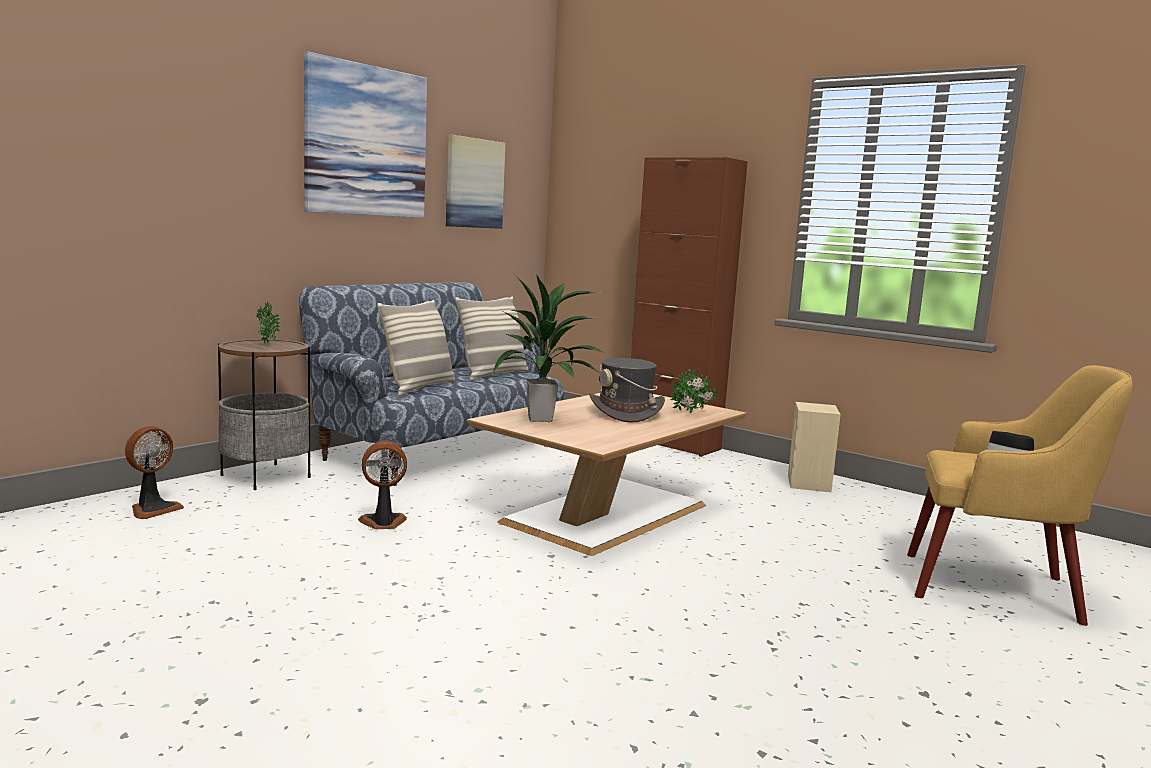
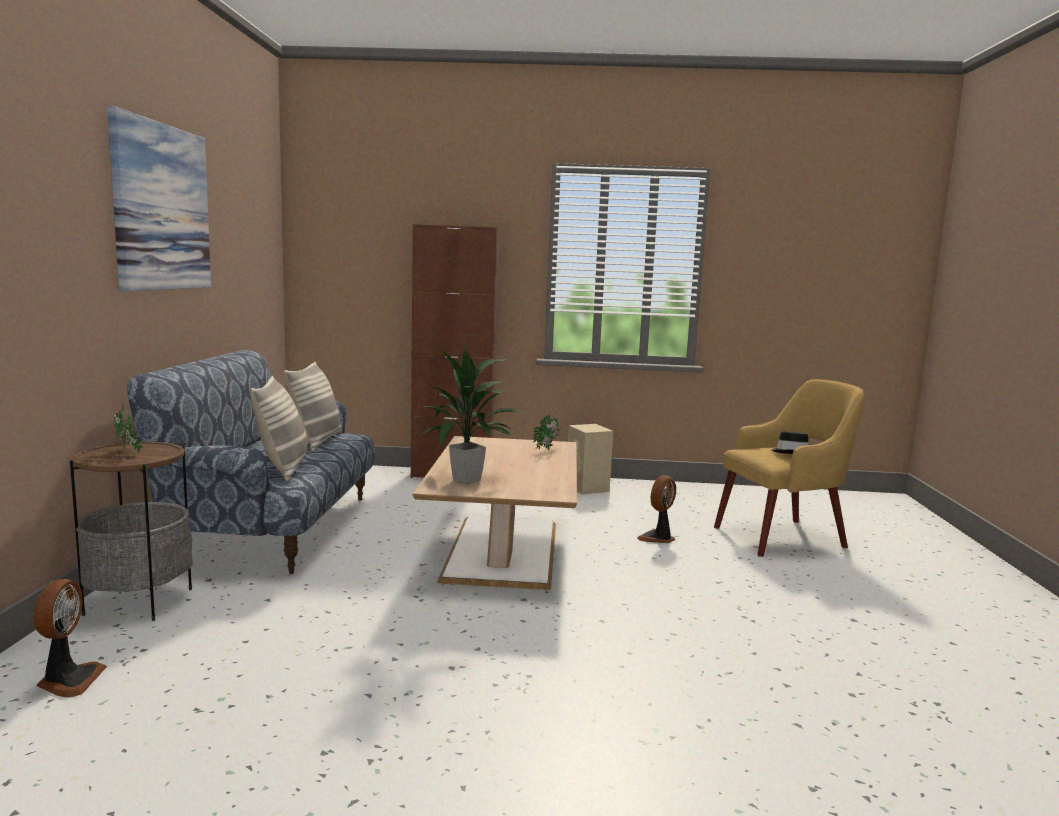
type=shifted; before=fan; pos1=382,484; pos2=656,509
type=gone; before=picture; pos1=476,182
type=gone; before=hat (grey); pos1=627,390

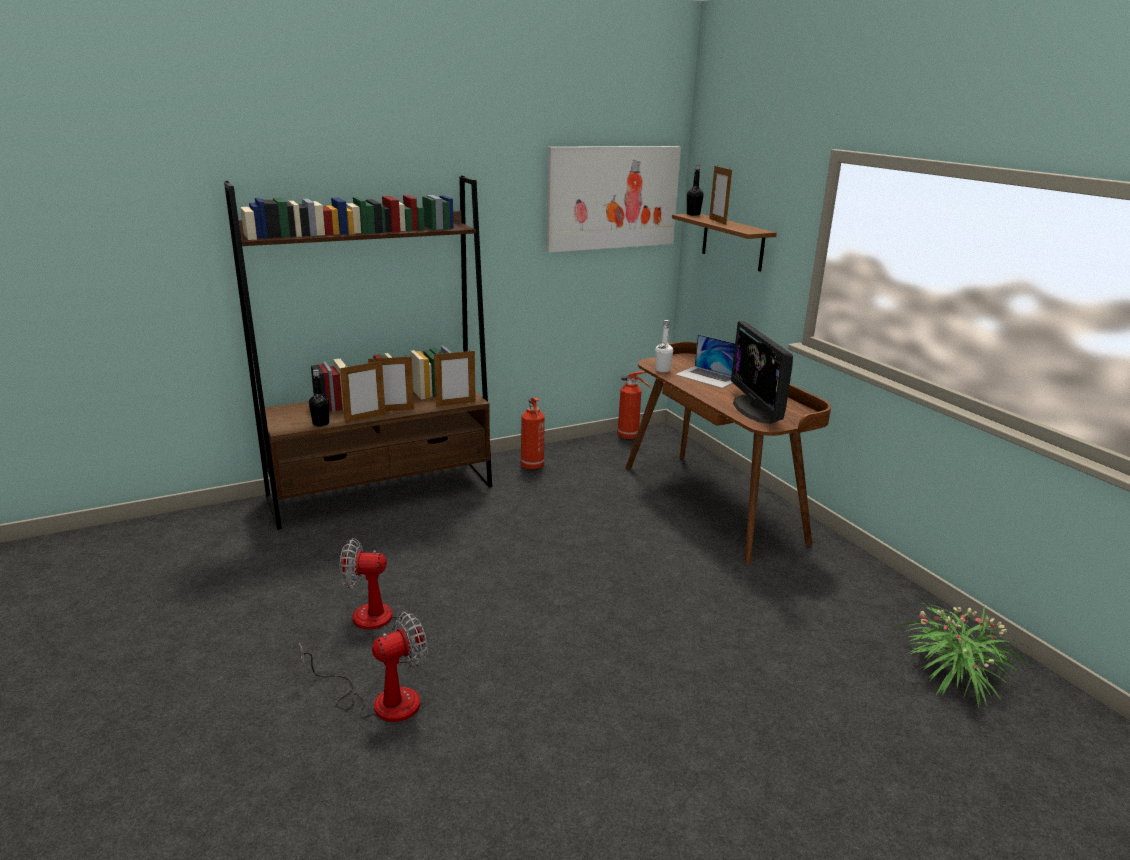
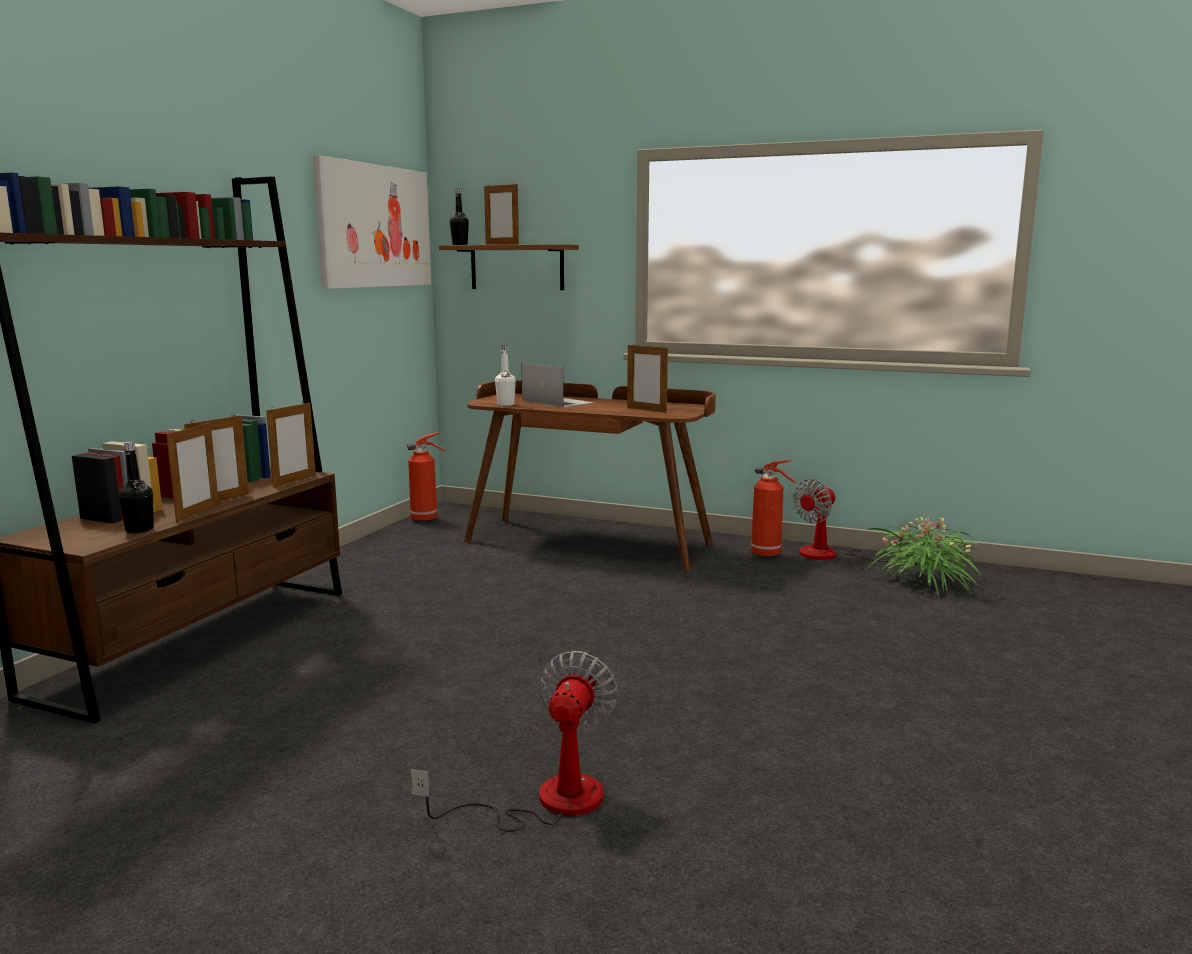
type=rotated; before=laptop; pos1=705,361; pos2=557,385; turn=-135
type=swapped; before=monitor; after=picture frame; pos1=762,372; pos2=647,378
type=shifted; before=fire extinguisher; pos1=533,434; pos2=773,509
type=shifted; before=fan; pos1=379,600; pos2=851,520

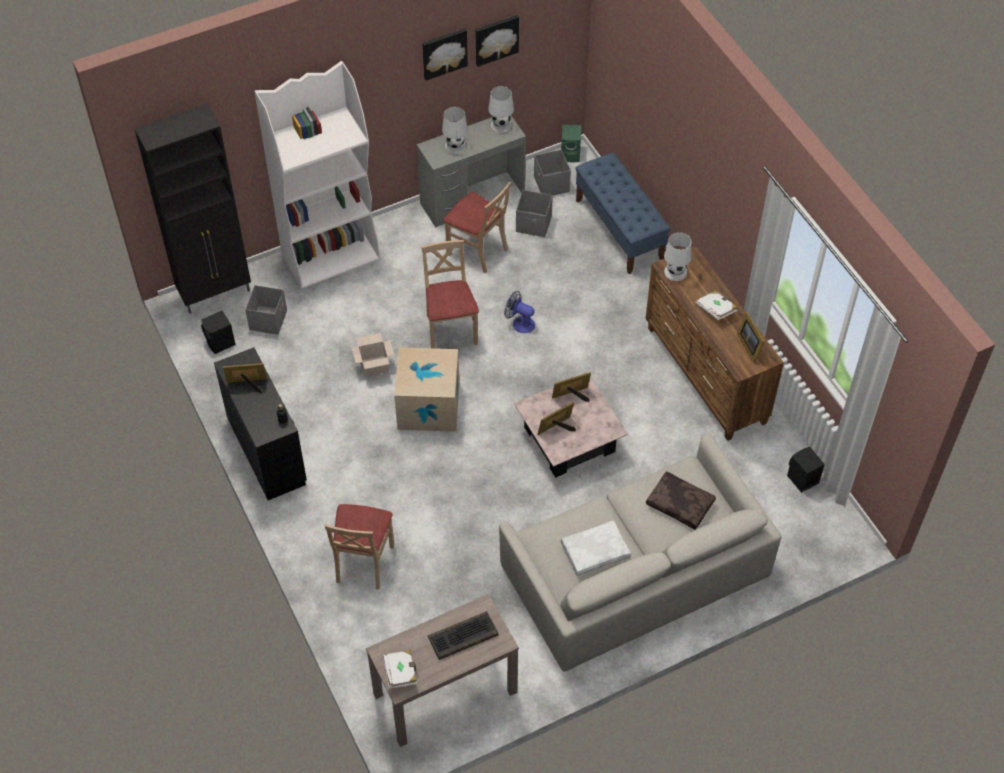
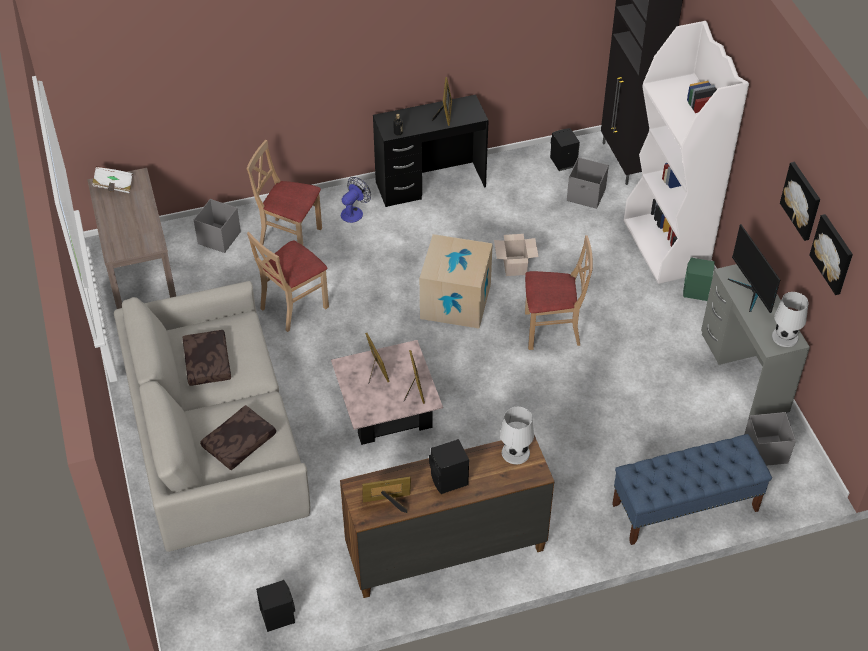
type=repainted; before=pillow (white); after=pillow (brown); pos1=596,548; pos2=207,358
type=shifted; before=storage box (grey); pos1=534,213; pos2=217,226
type=shifted; before=chair (beige); pos1=477,227; pos2=288,282
type=shifted; before=fan; pos1=519,312; pos2=356,200
type=swapped; before=book (white); after=speaker (black); pos1=716,305; pos2=449,466
type=shifted; before=speaker (green); pos1=571,143; pos2=699,279
type=swapped; before=table lamp (white); after=monitor; pos1=455,130; pos2=753,268
type=gone; before=keyboard; pos1=463,635

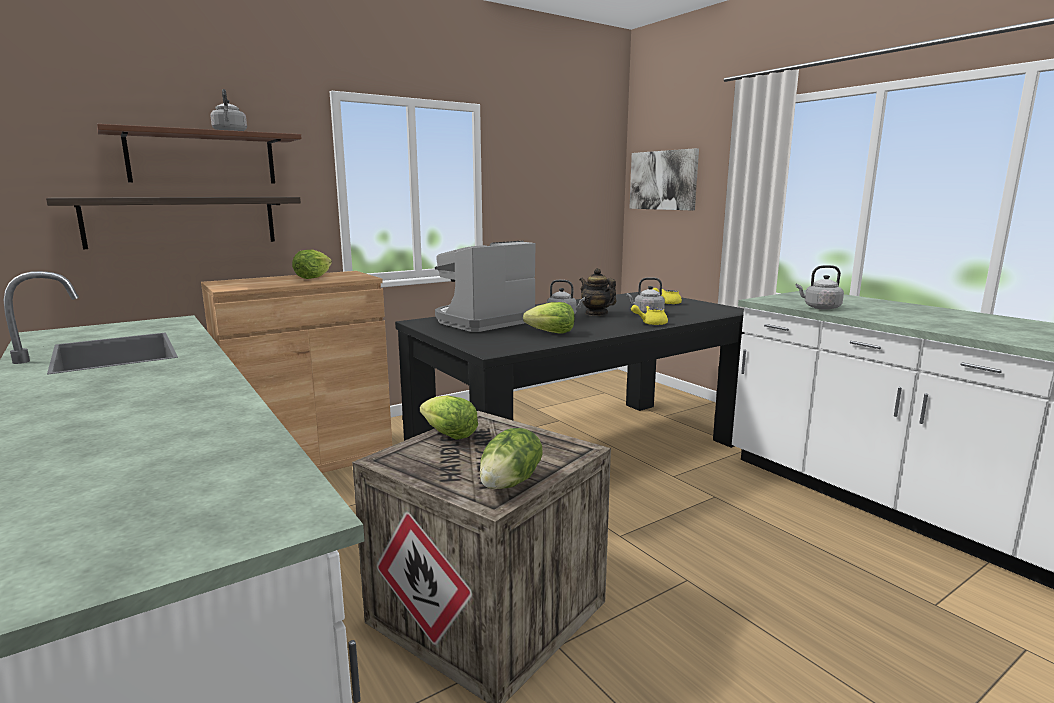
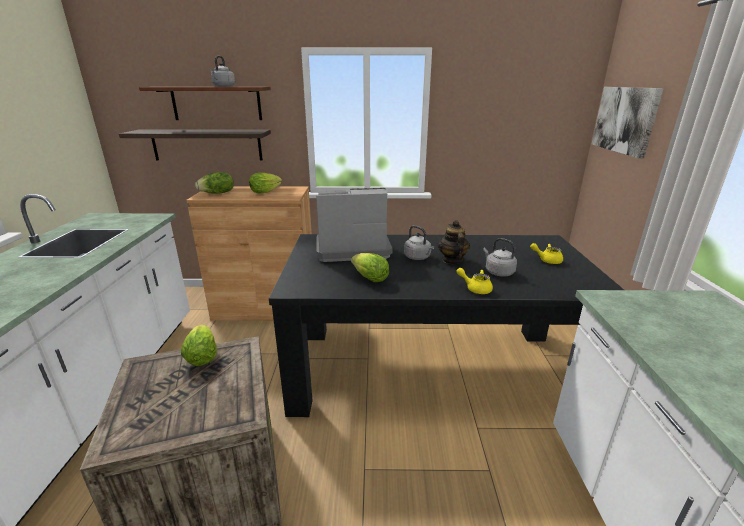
type=shifted; before=lettuce; pos1=511,458; pos2=214,182
type=gone; before=kettle (grey); pos1=820,287

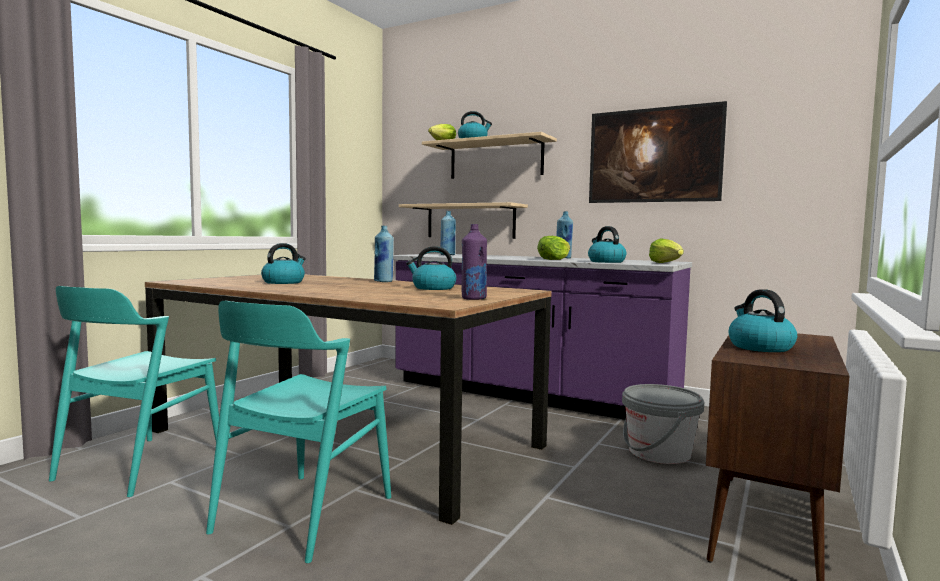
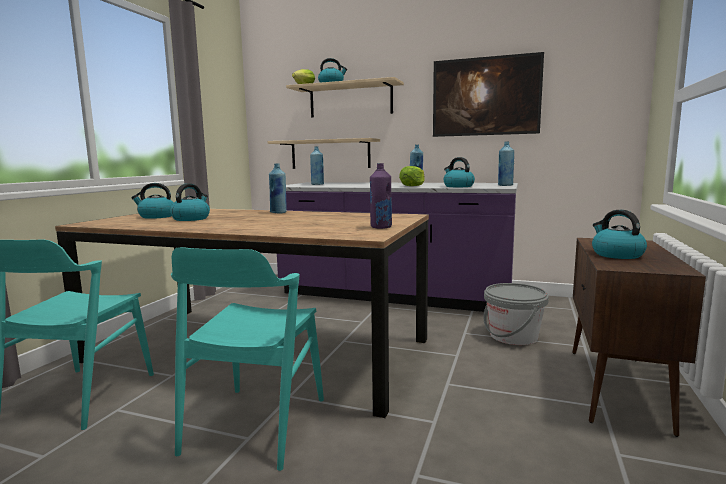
type=shifted; before=kettle; pos1=431,268; pos2=152,201
type=swapped; before=lettuce; after=bottle (blue); pos1=666,250; pos2=506,163

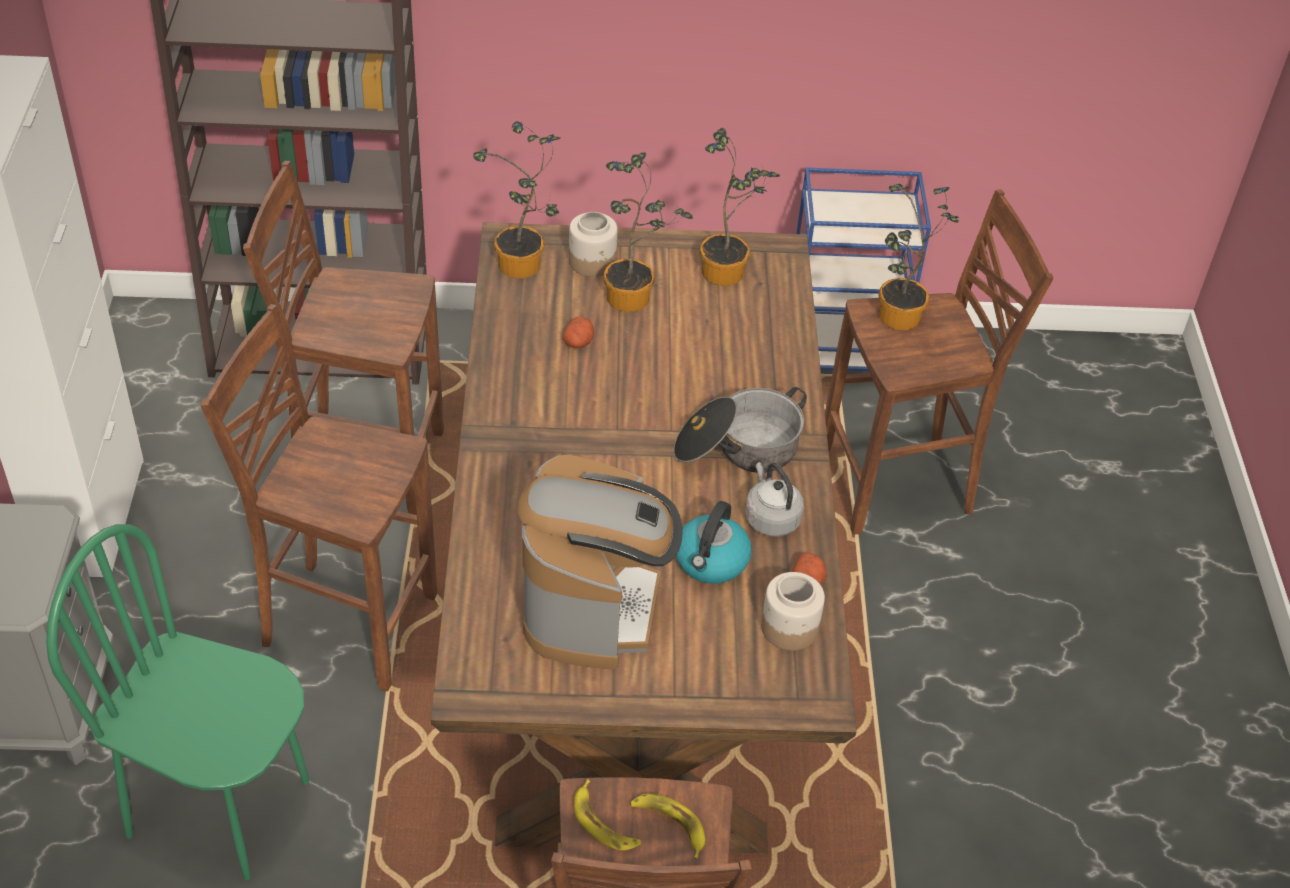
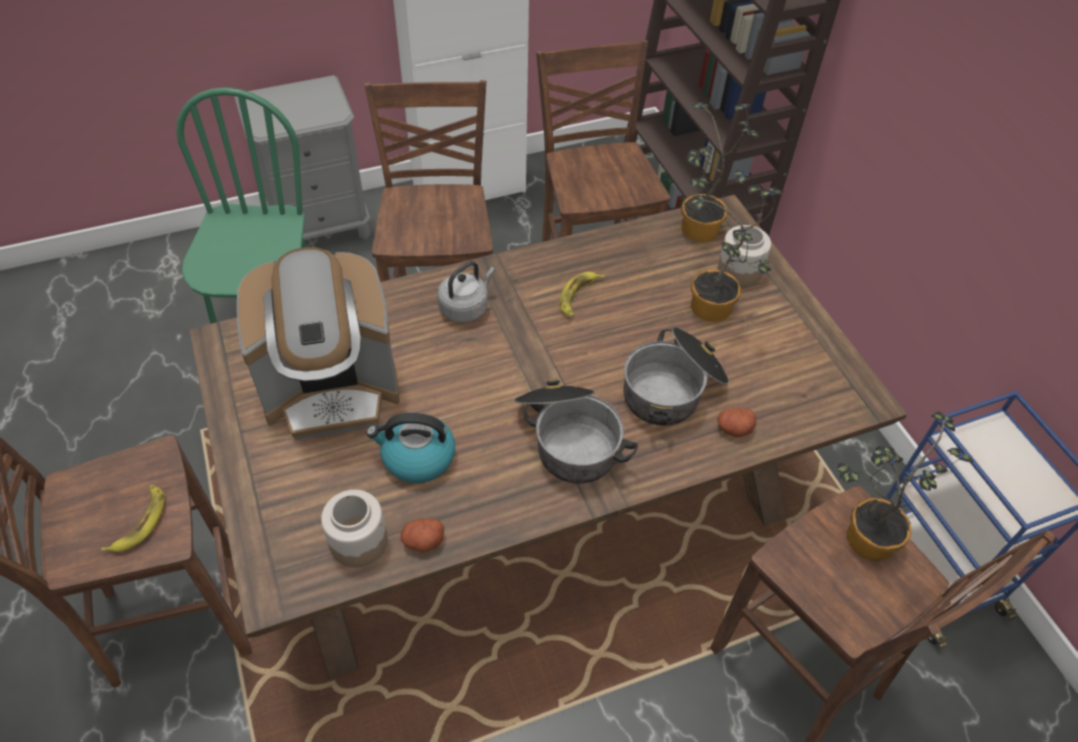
type=shifted; before=kettle (grey); pos1=774,499; pos2=466,291
type=shifted; before=banana; pos1=607,814; pos2=582,294
type=new; after=cooking pot; pos2=676,376
type=shifted; before=potato; pos1=578,332; pos2=737,422
type=gone; before=potted plant; pos1=740,207

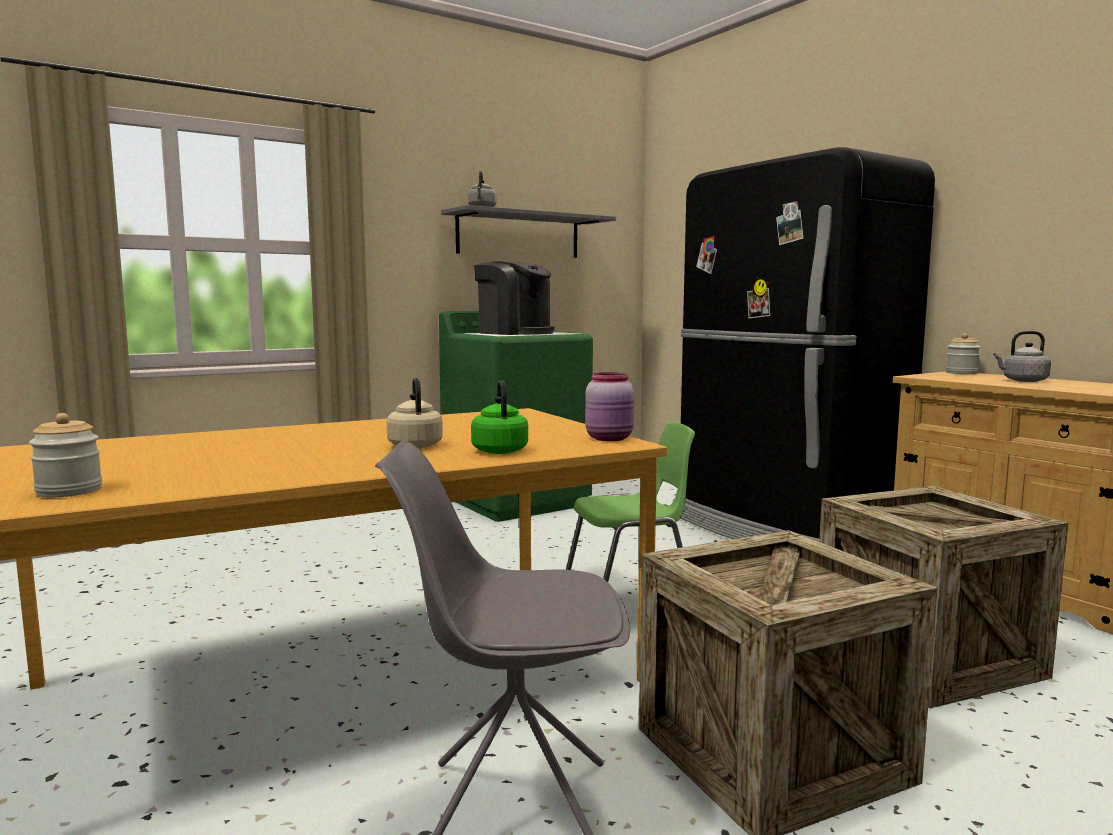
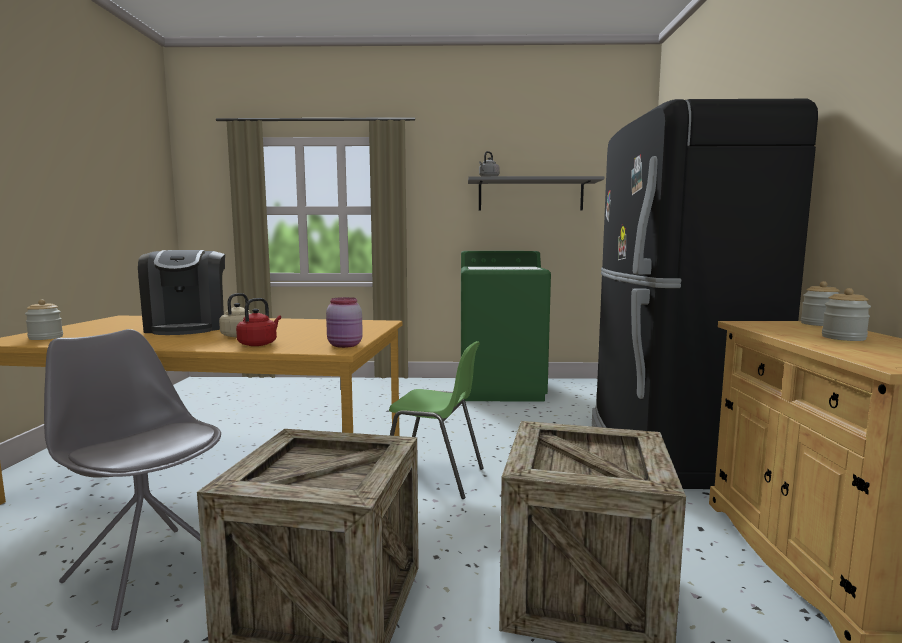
type=shifted; before=coffee machine; pos1=514,298; pos2=181,292
type=repainted; before=kettle (green); after=kettle (red); pos1=499,417; pos2=258,322
type=swapped; before=kettle (grey); after=jar; pos1=1022,356; pos2=846,314

